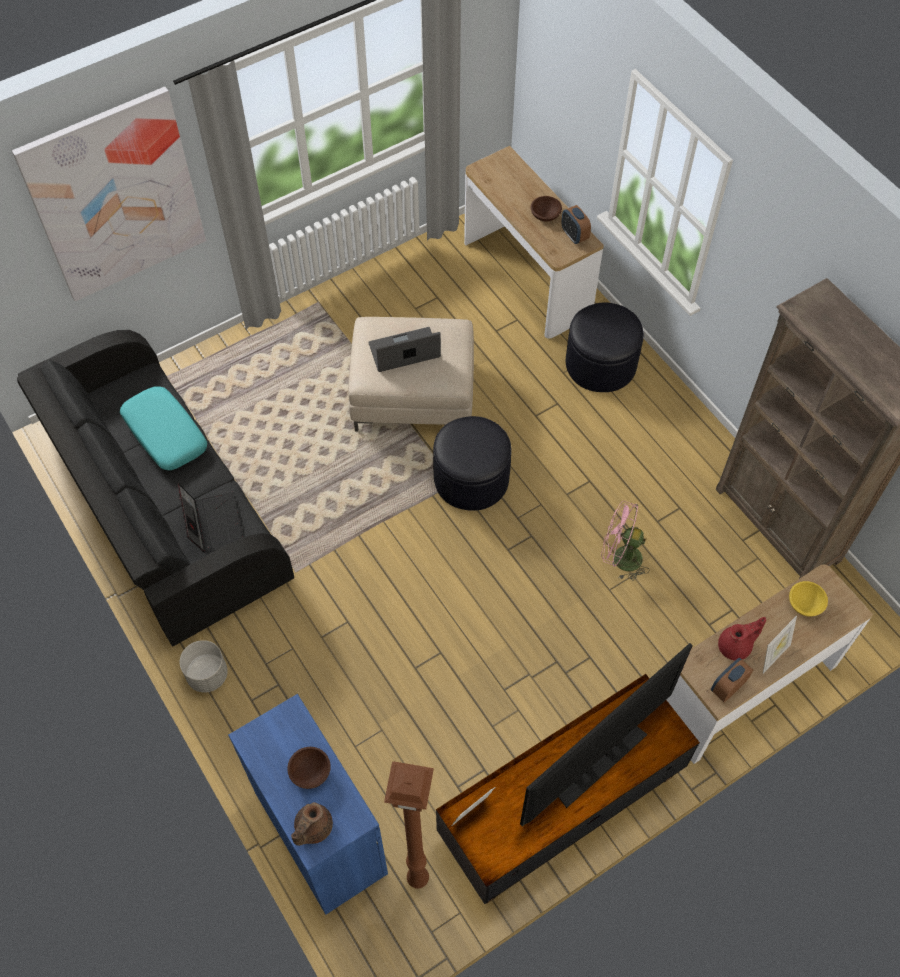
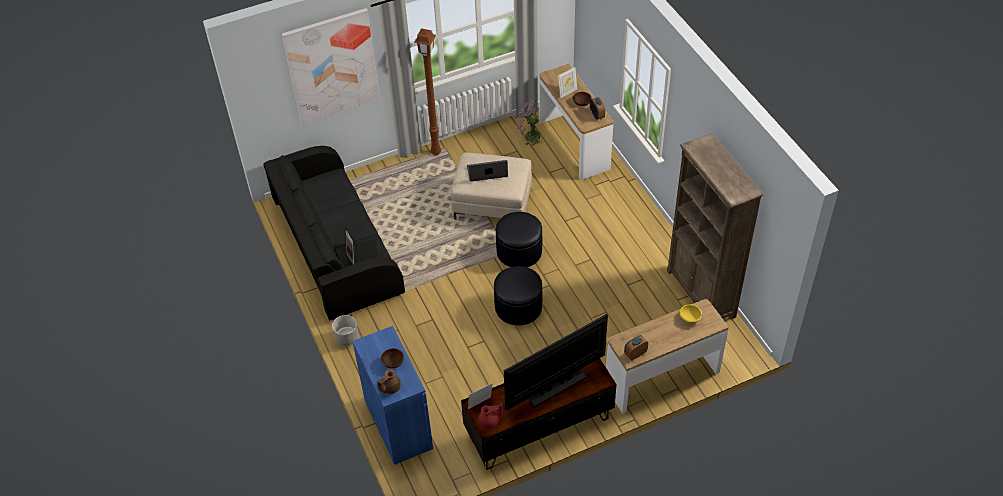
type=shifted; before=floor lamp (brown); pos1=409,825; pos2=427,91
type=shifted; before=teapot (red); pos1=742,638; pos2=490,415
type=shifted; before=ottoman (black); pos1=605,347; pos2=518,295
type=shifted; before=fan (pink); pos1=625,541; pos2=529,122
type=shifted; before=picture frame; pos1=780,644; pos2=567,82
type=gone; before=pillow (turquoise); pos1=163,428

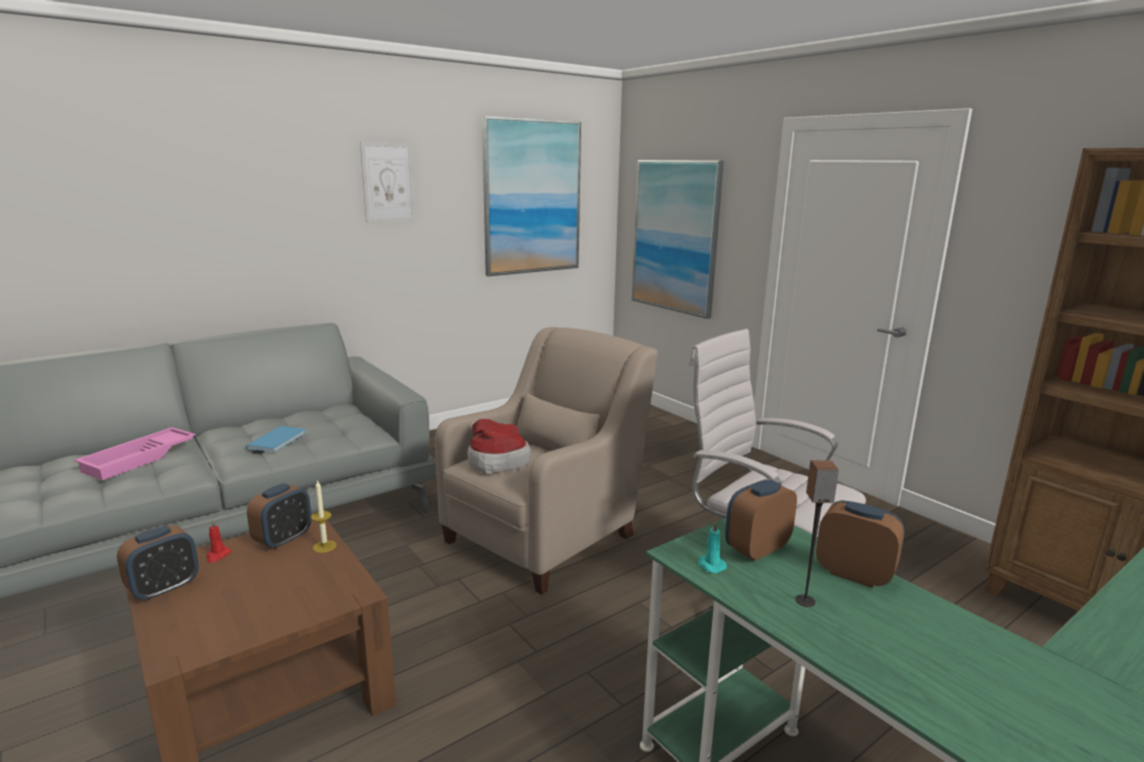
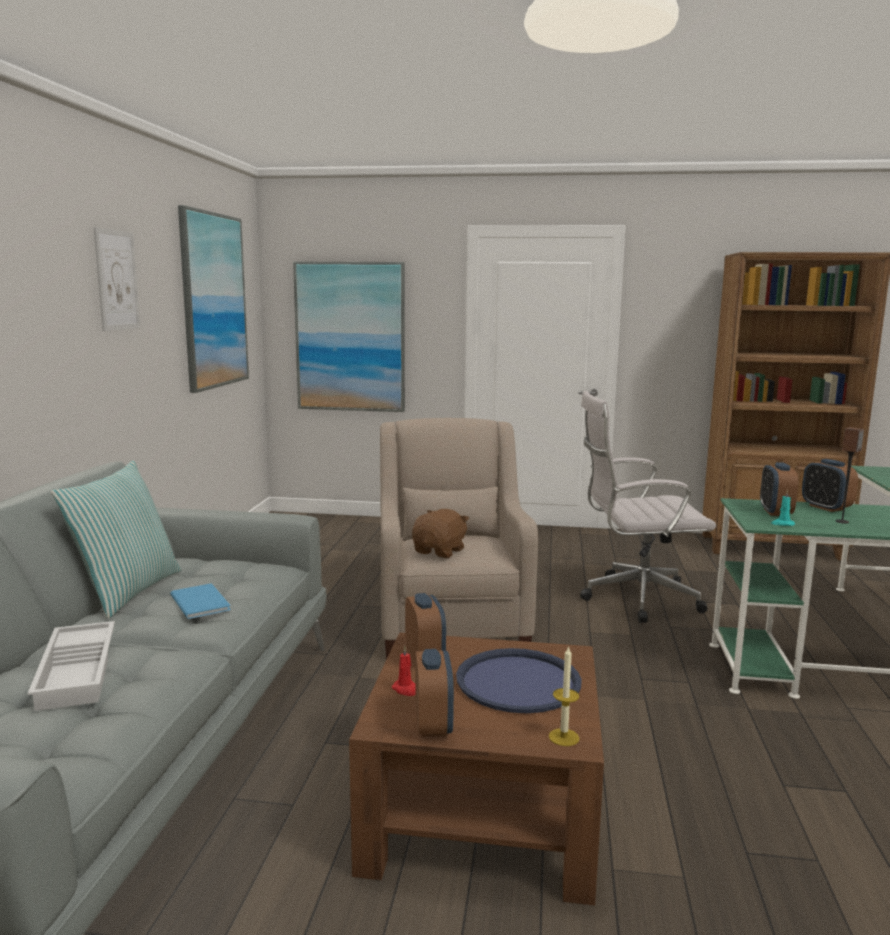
type=repainted; before=tray (pink); after=tray (white); pos1=135,453; pos2=71,666
type=new; after=pillow; pos2=116,540
type=swapped; before=hat; after=plush toy (brown); pos1=499,446; pos2=440,533
type=new; after=tray (blue); pos2=519,680
type=shifted; before=candle; pos1=324,516; pos2=564,696
type=rotated; before=alarm clock; pos1=860,544; pos2=830,485; turn=-105

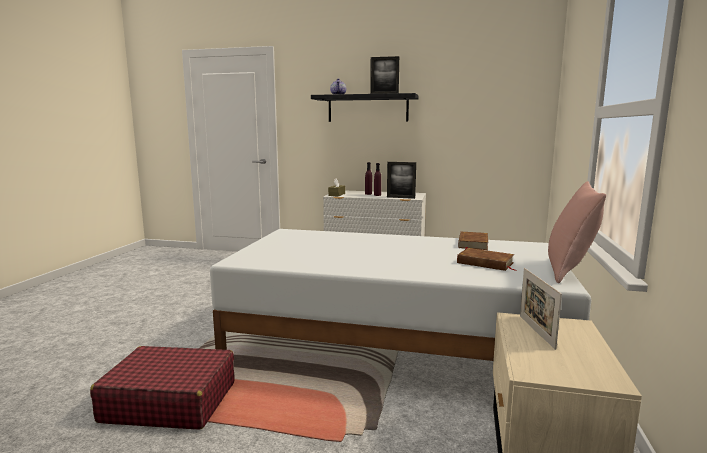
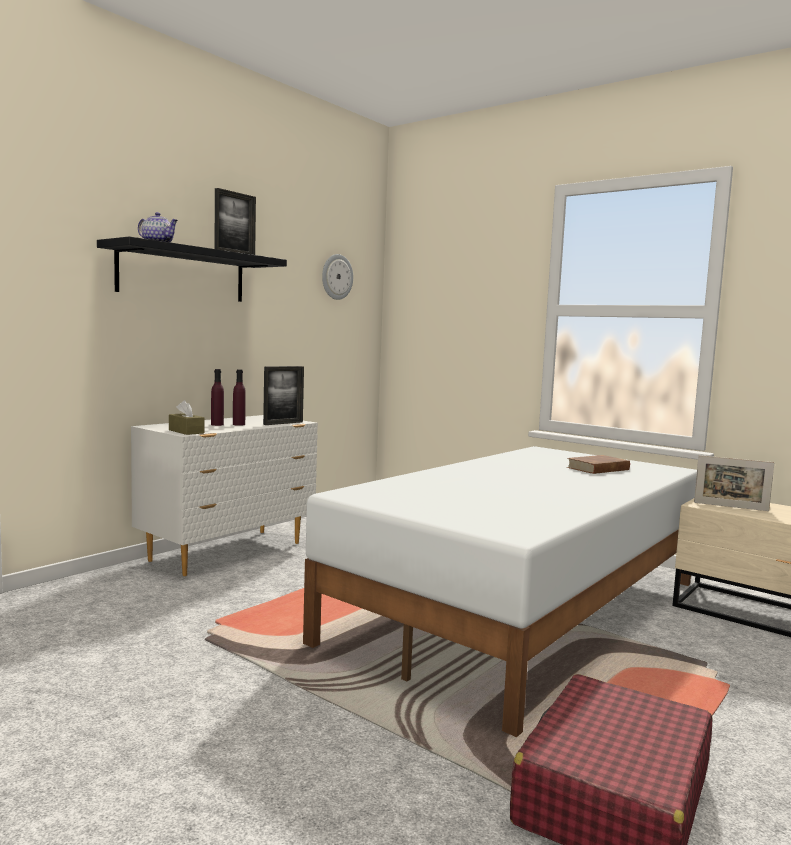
type=new; after=wall clock; pos2=337,277
type=gone; before=book (brown); pos1=473,240
type=gone; before=pillow (pink); pos1=577,232

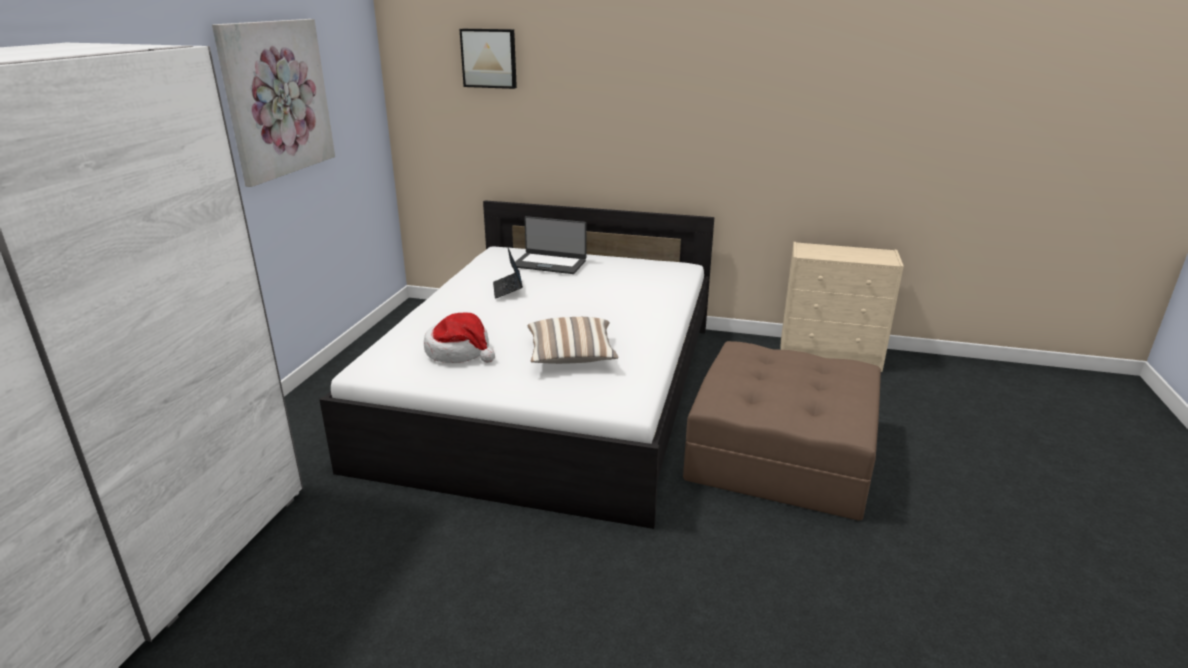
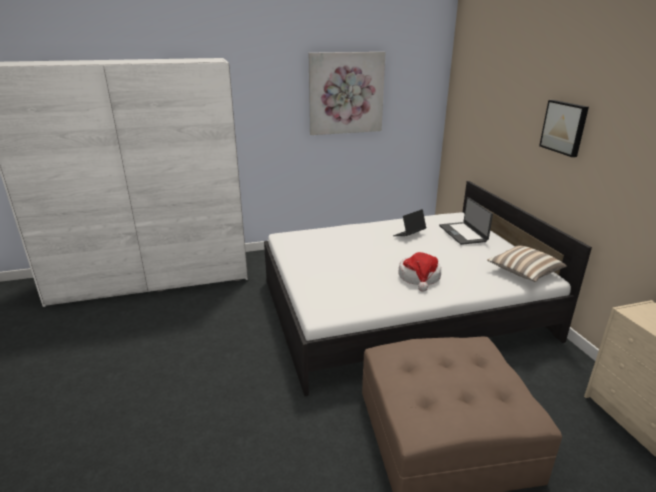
type=shifted; before=hat; pos1=459,338; pos2=419,272
type=shifted; before=pillow; pos1=573,340; pos2=527,263
type=shifted; before=picture; pos1=488,59; pos2=564,128

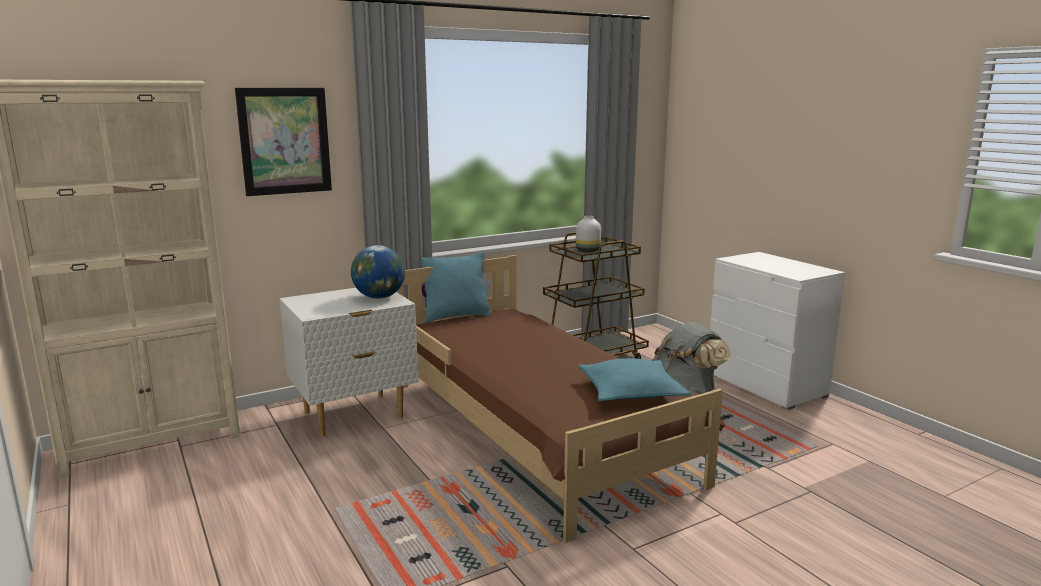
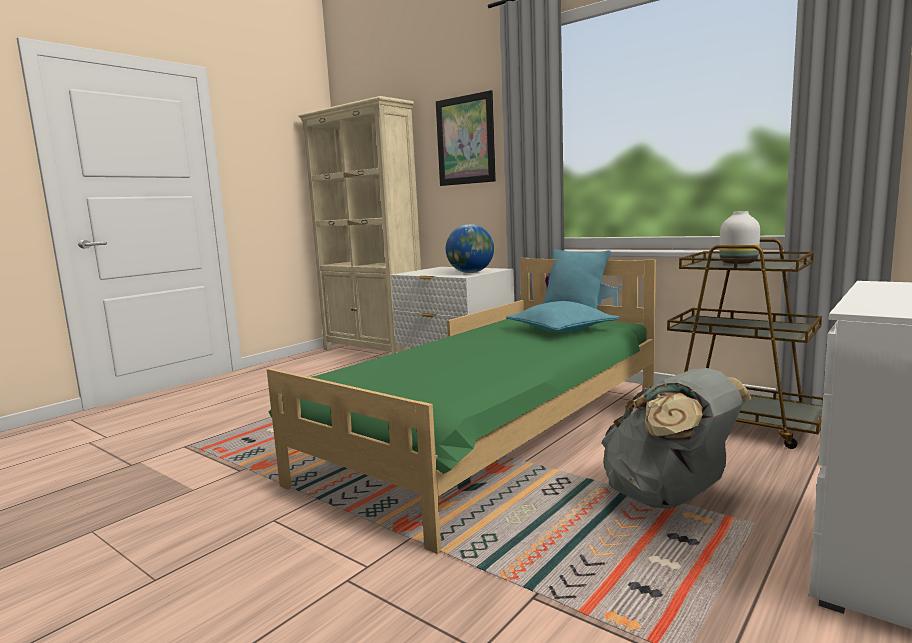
type=repainted; before=bed (brown); after=bed (green); pos1=561,399; pos2=461,406
type=shifted; before=pillow (turquoise); pos1=635,379; pos2=562,316

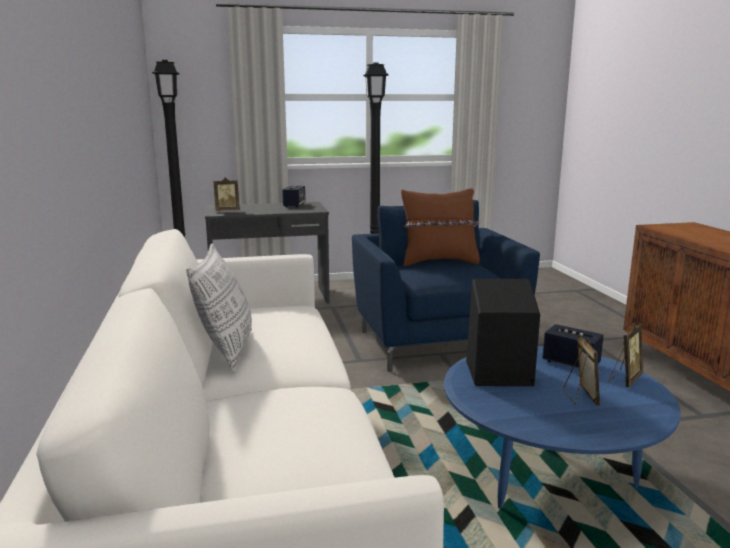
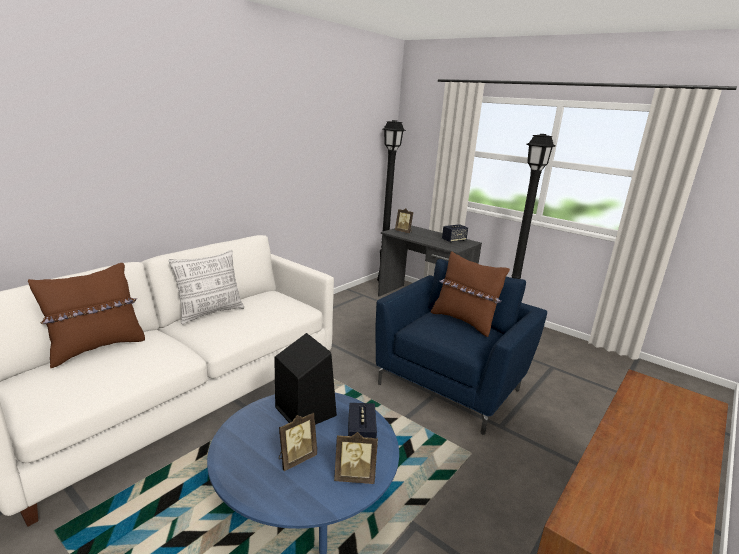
type=new; after=pillow (brown); pos2=86,315

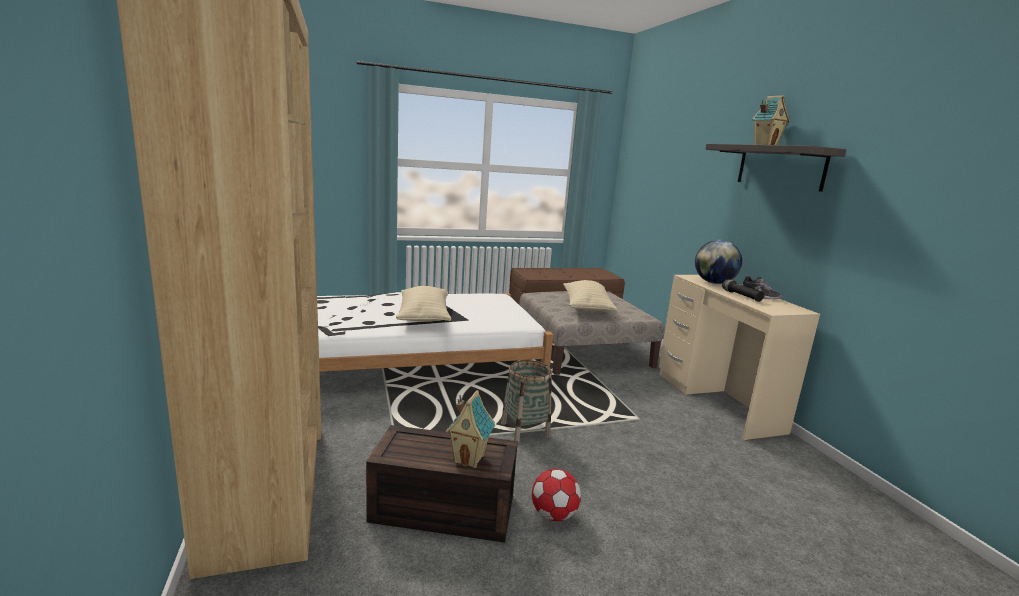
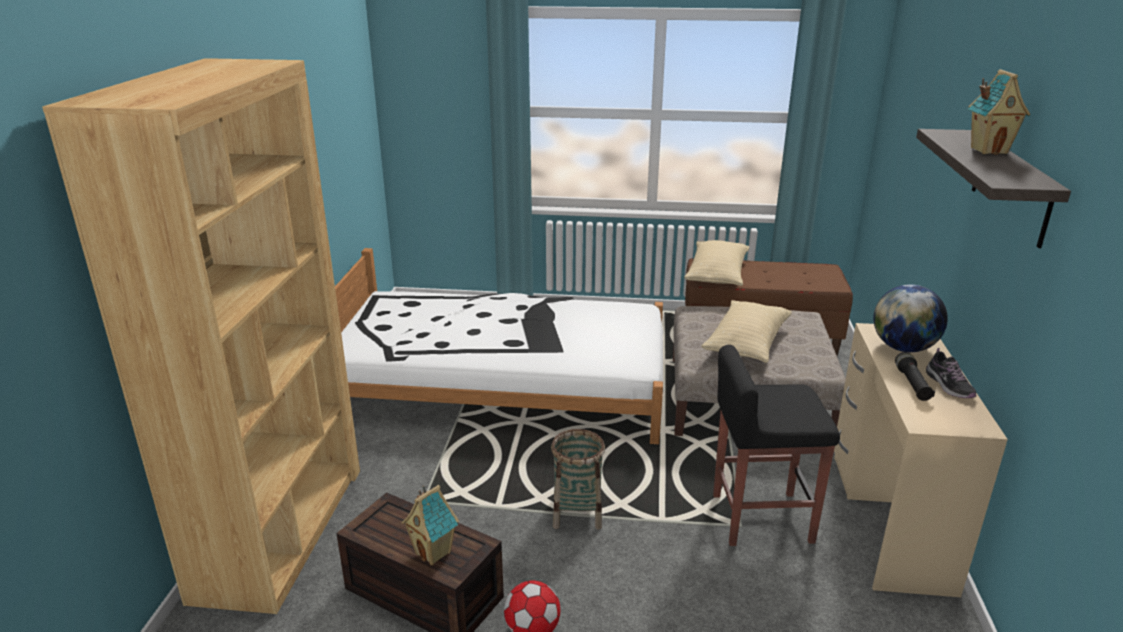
type=shifted; before=pillow (beige); pos1=423,304; pos2=716,263
type=new; after=stool (black); pos2=776,445

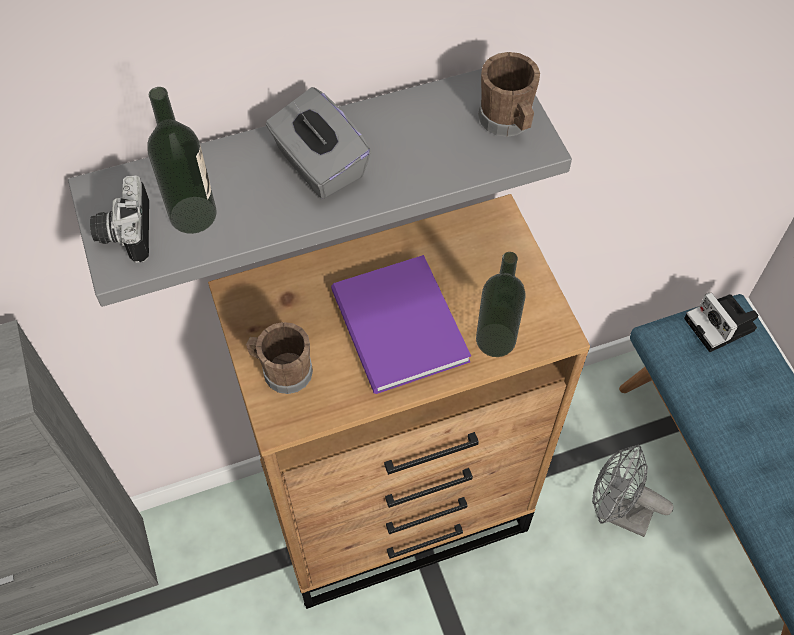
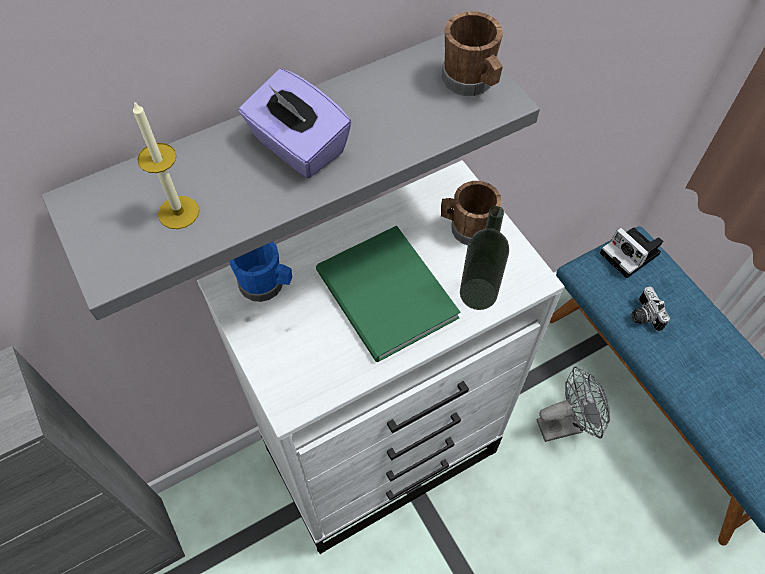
type=swapped; before=bottle; after=candle; pos1=182,160; pos2=166,165
type=repainted; before=dresser (brown); after=dresser (white); pos1=399,401; pos2=380,357
type=new; after=mug (blue); pos2=260,272
type=repainted; before=tissue box (grey); after=tissue box (purple); pos1=318,143; pos2=295,123
type=repainted; before=book (purple); after=book (green); pos1=401,324; pos2=388,294
type=shifted; before=mug (brown); pos1=279,358; pos2=471,213
type=rotated; before=fan (grey); pos1=632,491; pos2=573,404; turn=150
type=shifted; before=photo camera; pos1=119,219; pos2=651,308

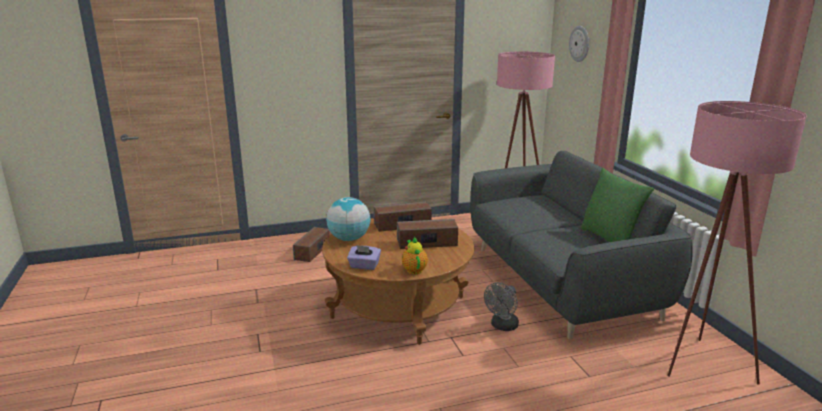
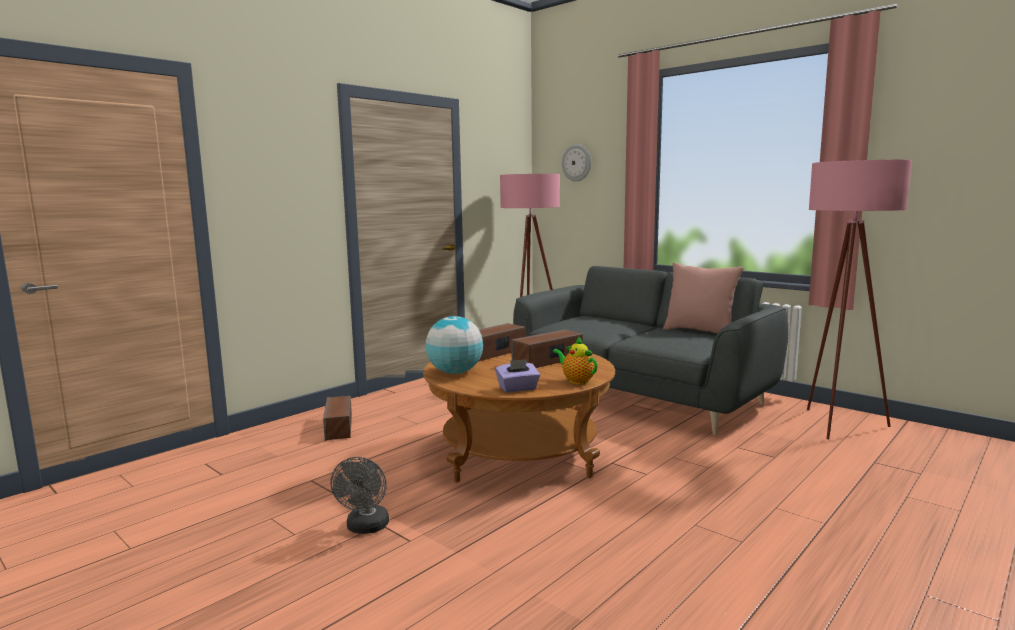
type=shifted; before=fan (grey); pos1=501,306; pos2=359,495
type=repainted; before=pillow (green); after=pillow (pink); pos1=617,205; pos2=703,298

